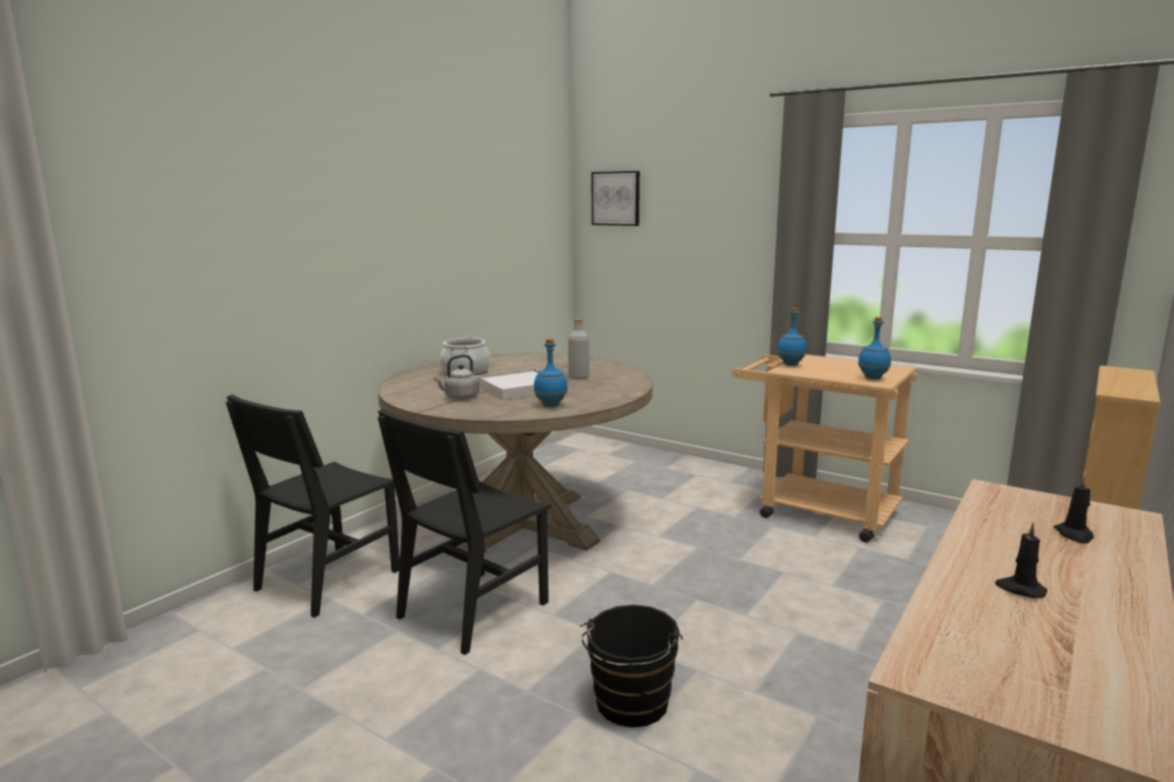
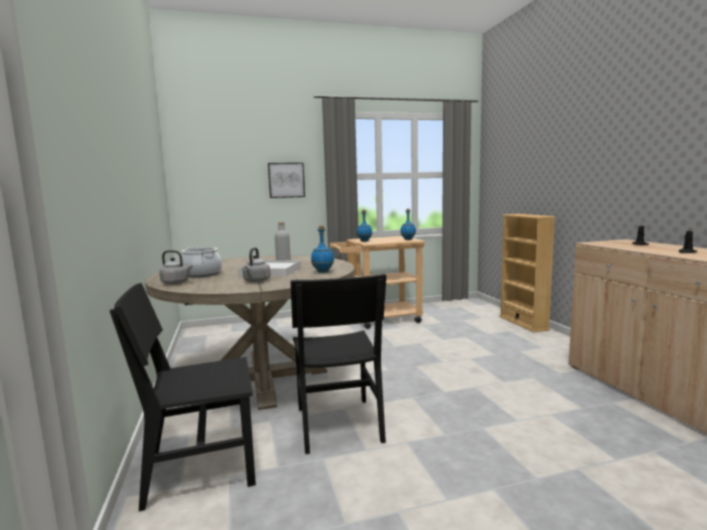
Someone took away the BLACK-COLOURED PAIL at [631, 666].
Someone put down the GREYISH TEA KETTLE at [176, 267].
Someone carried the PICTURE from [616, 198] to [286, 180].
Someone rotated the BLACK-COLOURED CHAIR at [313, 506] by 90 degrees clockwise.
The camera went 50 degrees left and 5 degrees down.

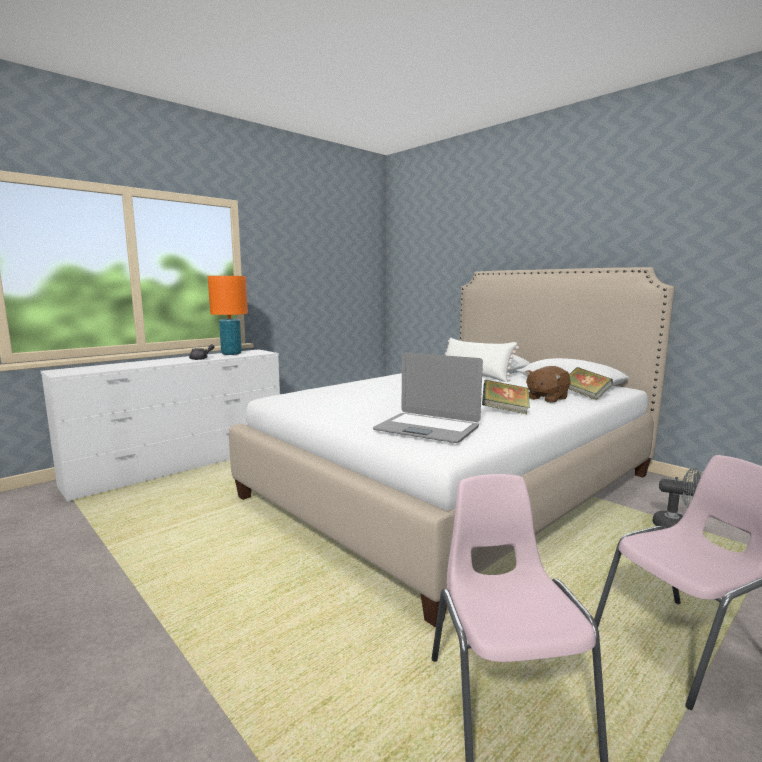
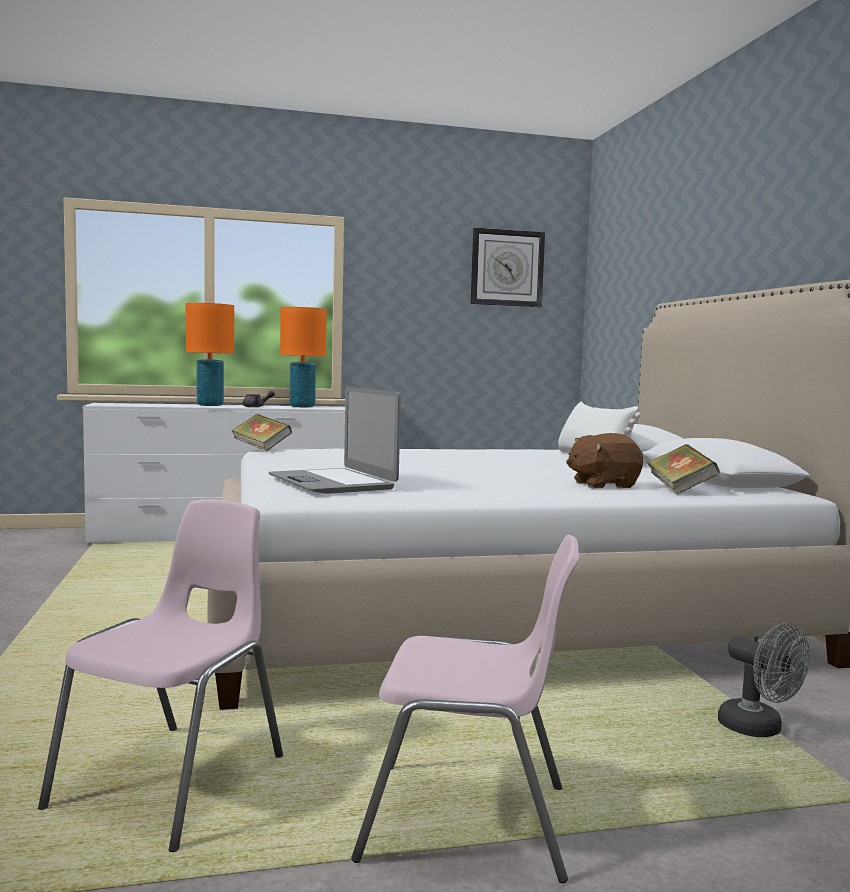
Someone put down the ORANGEY TABLETOP LAMP at [210, 354].
Someone put up the CLOCK ON THE WALL at [508, 267].
Someone carried the BOUND BOOK from [506, 397] to [262, 432].
The camera went 30 degrees right and 5 degrees down.

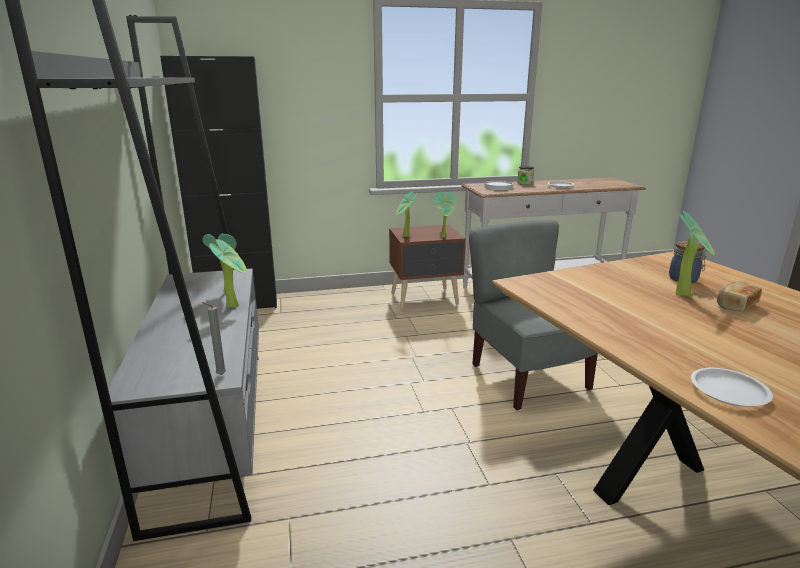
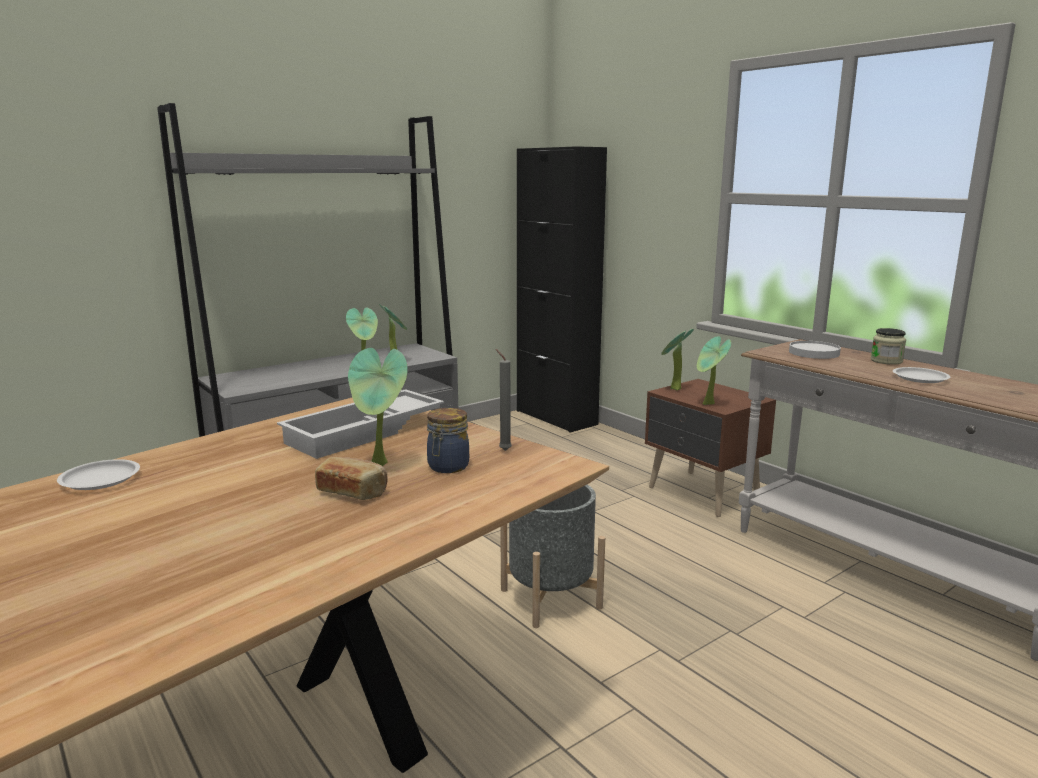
Someone put down the WHITE-COLOURED SERVING TRAY at [360, 424].
Someone carried the GREYISH WAX LIGHT from [214, 338] to [504, 400].
Someone swapped the GREYISH CHAIR at [533, 315] for the GREYISH PLANT POT at [552, 556].
The camera went 65 degrees right and 5 degrees down.

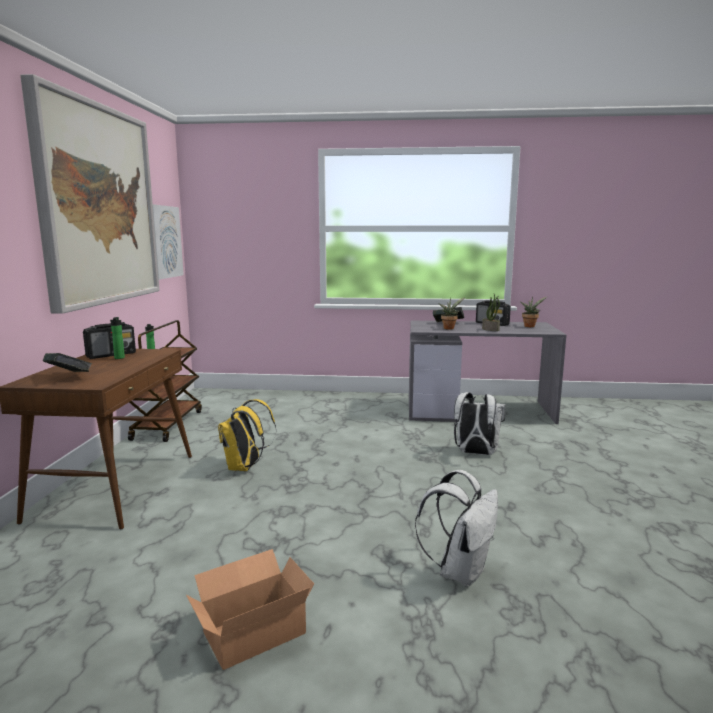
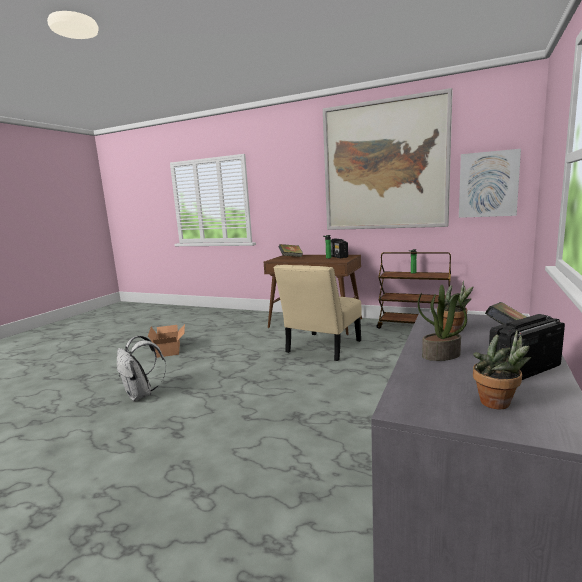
Someone took away the WHITE-COLOURED KNAPSACK at [480, 423].
Someone swapped the YELLOWISH KNAPSACK at [247, 435] for the BEIGE-COLOURED CHAIR at [317, 313].
The camera went 110 degrees right and 0 degrees up.

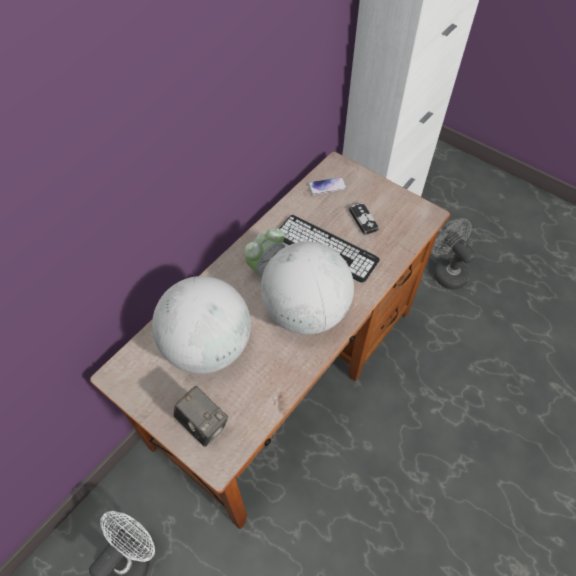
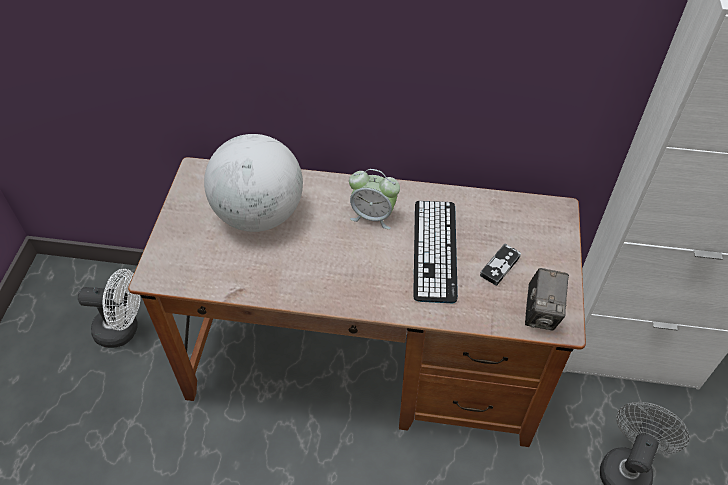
Someone took away the GLOBE at [307, 288].
Someone took away the TELEPHONE at [327, 186].
Someone carried the PHOTO CAMERA from [200, 416] to [547, 299].
The camera went 60 degrees right and 5 degrees down.

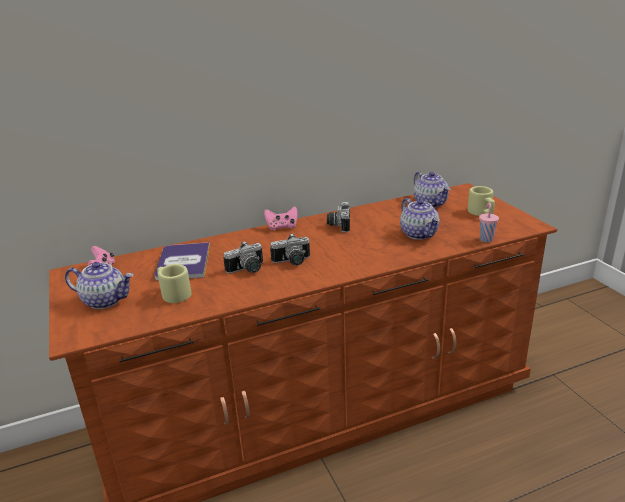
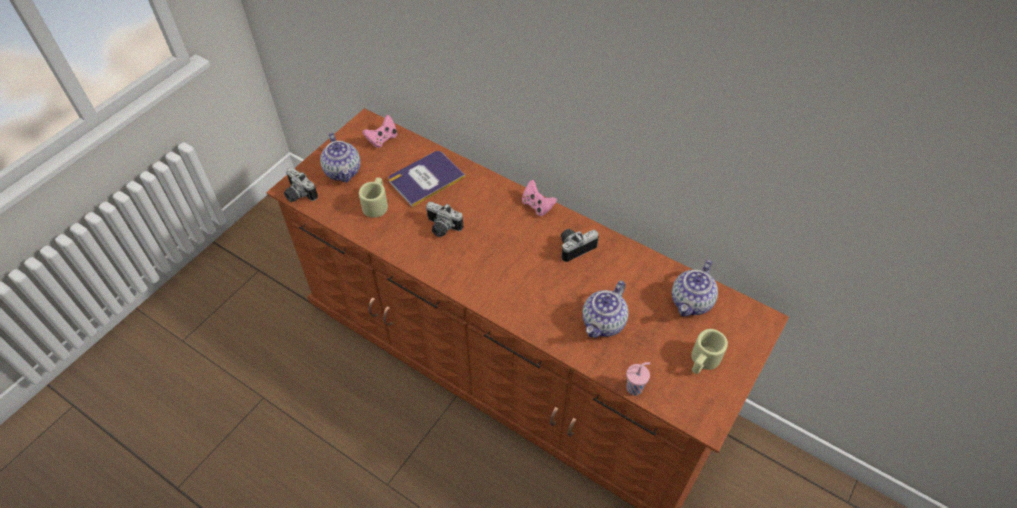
Someone carried the PHOTO CAMERA from [290, 249] to [301, 184].
The camera went 55 degrees right and 25 degrees up.

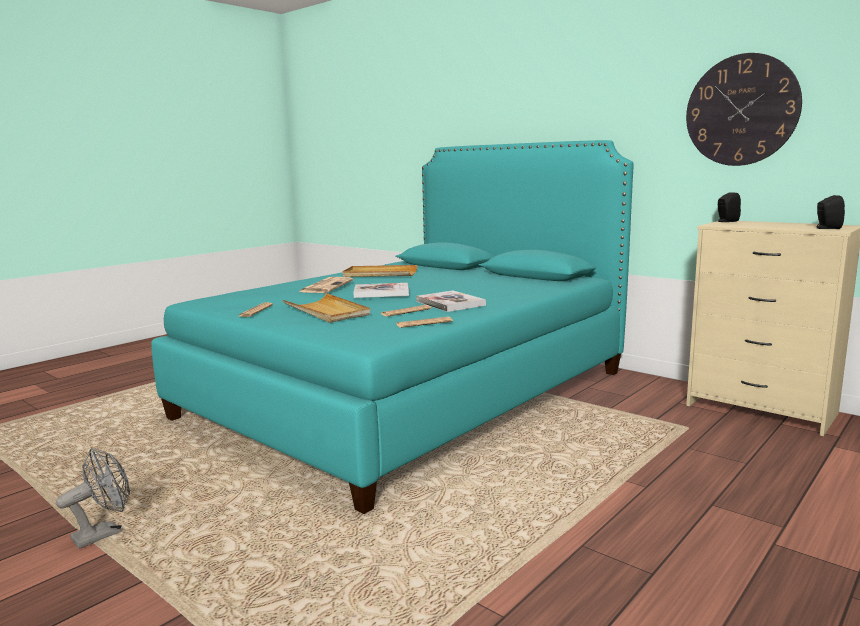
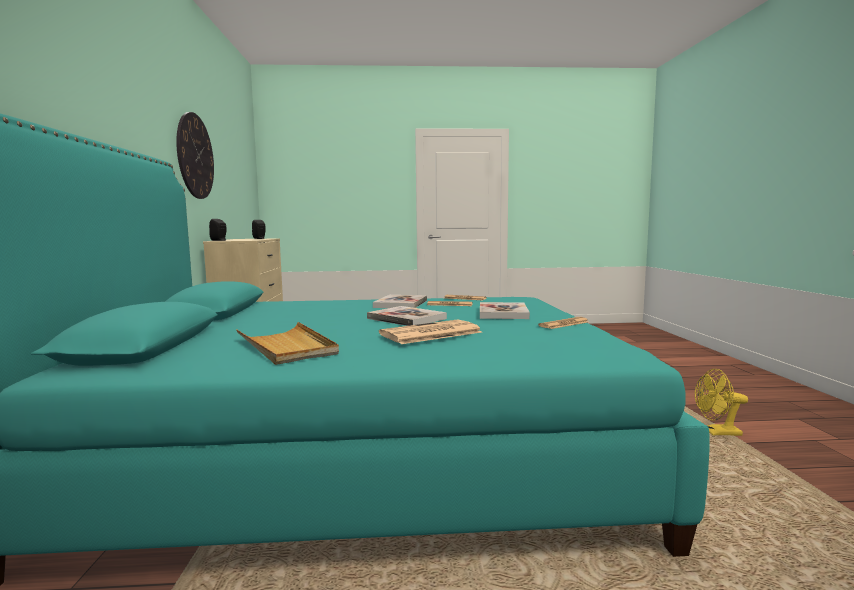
Someone swapped the BEIGE-COLOURED SERVING TRAY at [326, 308] for the BOUND BOOK at [505, 310].
Someone repainted the GREYISH FAN at [93, 498], which became the YELLOWISH FAN at [721, 402].
The camera went 135 degrees left and 5 degrees down.

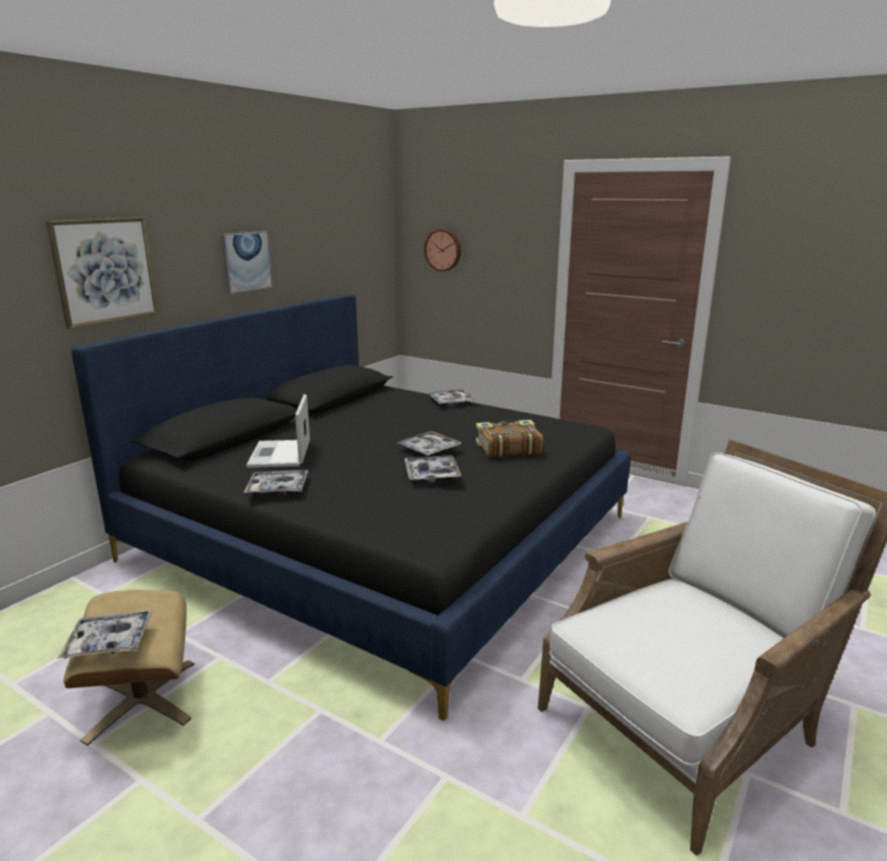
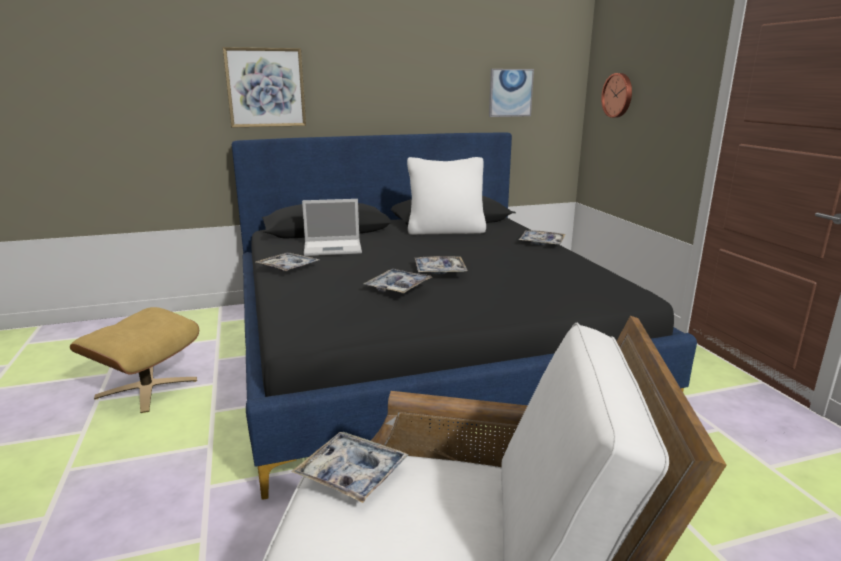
Someone took away the BOUND BOOK at [509, 439].
Someone put down the WHITE-COLOURED PILLOW at [446, 196].
Someone carried the SERVING TRAY from [105, 634] to [349, 467].
Someone carried the PICTURE from [247, 262] to [511, 93].
Someone rotated the NOTEBOOK COMPUTER at [278, 431] by 135 degrees counterclockwise.
The camera went 40 degrees right and 0 degrees up.

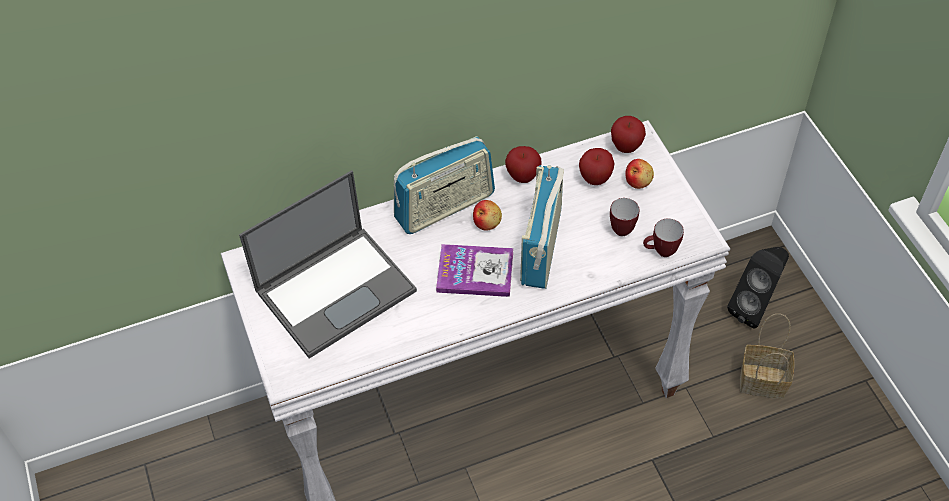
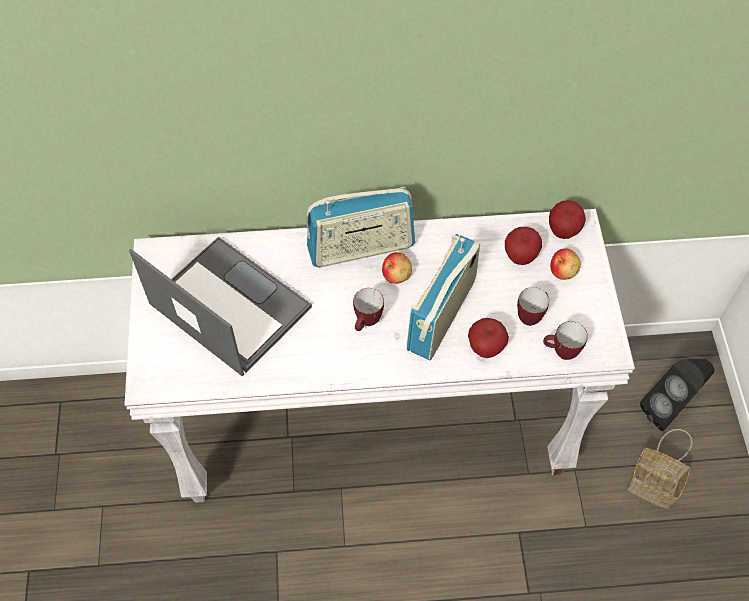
Someone carried the WHOLE APPLE from [523, 164] to [488, 338].
Someone swapped the BOUND BOOK at [474, 270] for the TEA MUG at [368, 309].
Someone rotated the NOTEBOOK COMPUTER at [328, 264] by 120 degrees counterclockwise.
The camera went 15 degrees right and 5 degrees up.

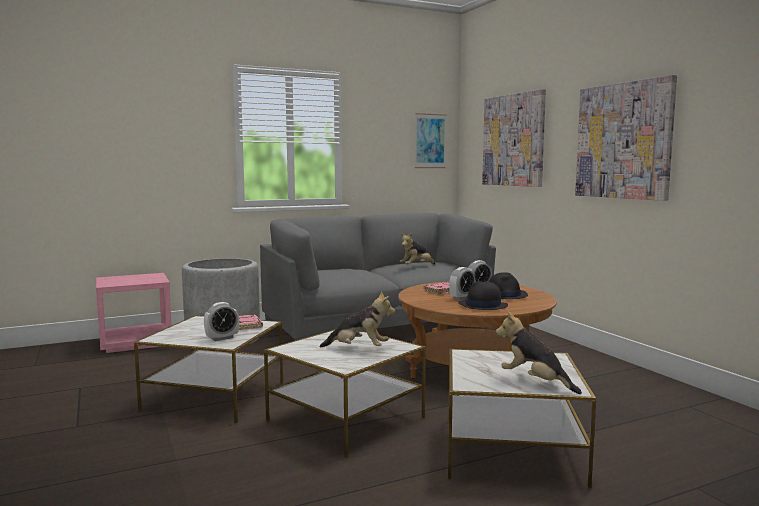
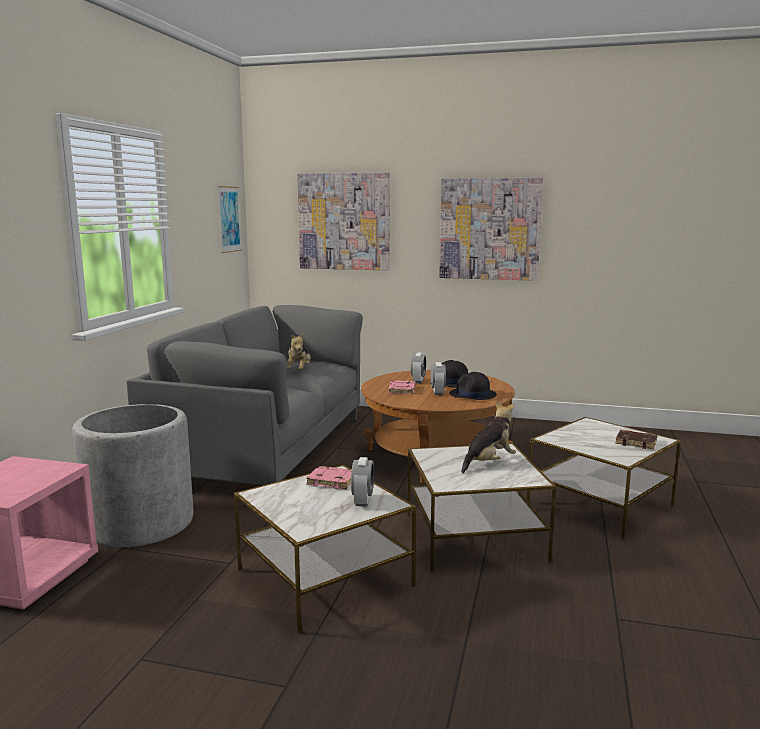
Someone swapped the SOFT TOY at [539, 352] for the BROWNISH BOUND BOOK at [636, 439].
The camera went 50 degrees left and 5 degrees up.

